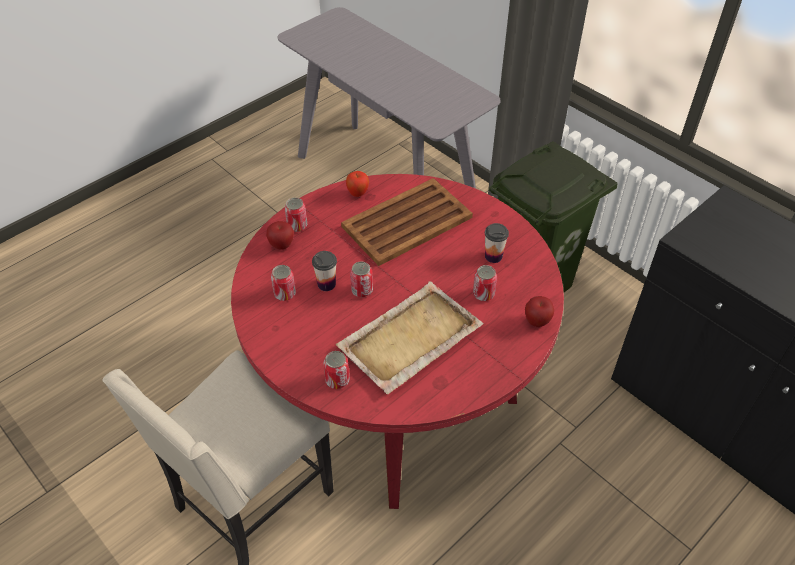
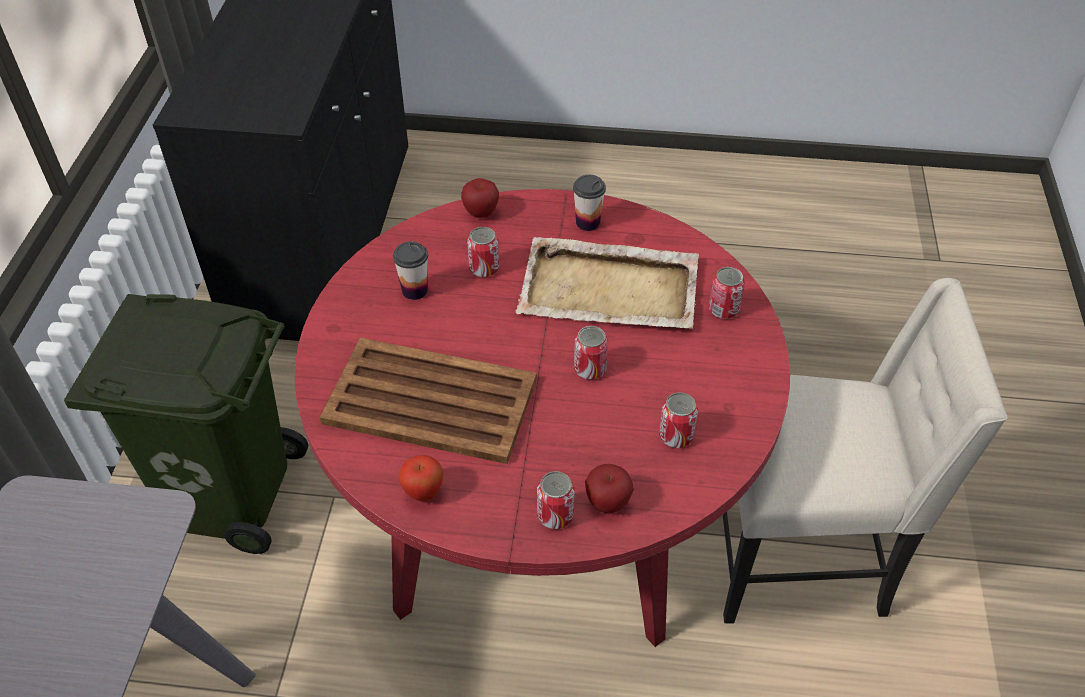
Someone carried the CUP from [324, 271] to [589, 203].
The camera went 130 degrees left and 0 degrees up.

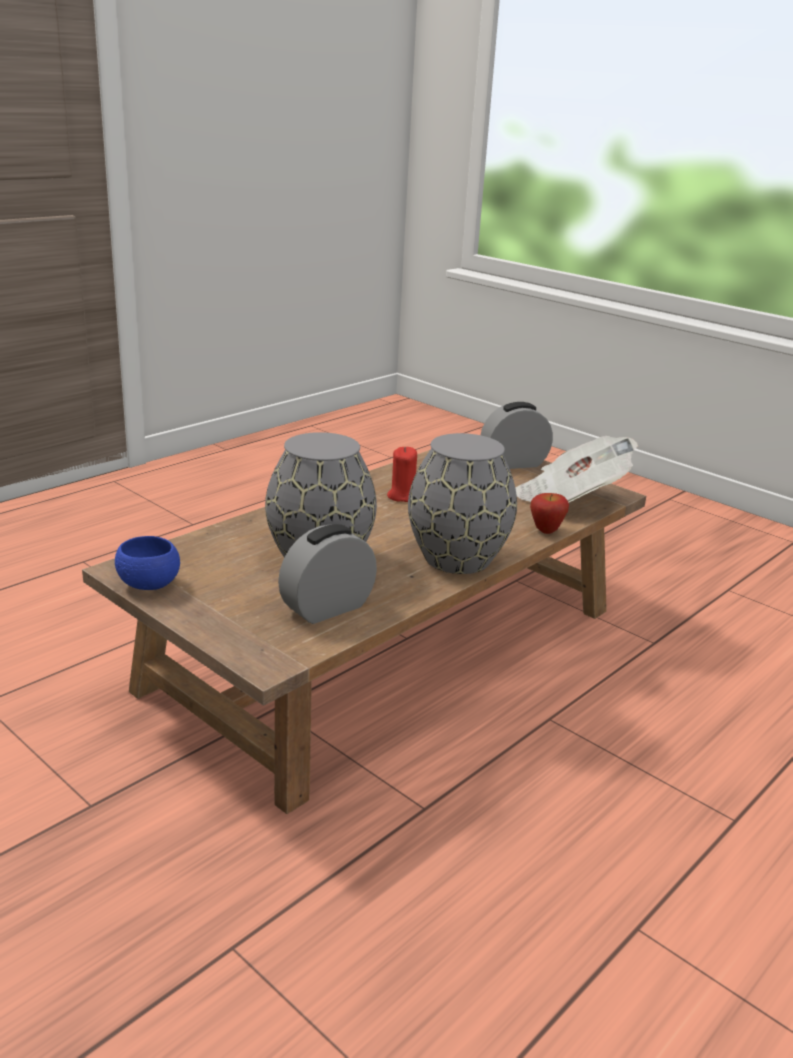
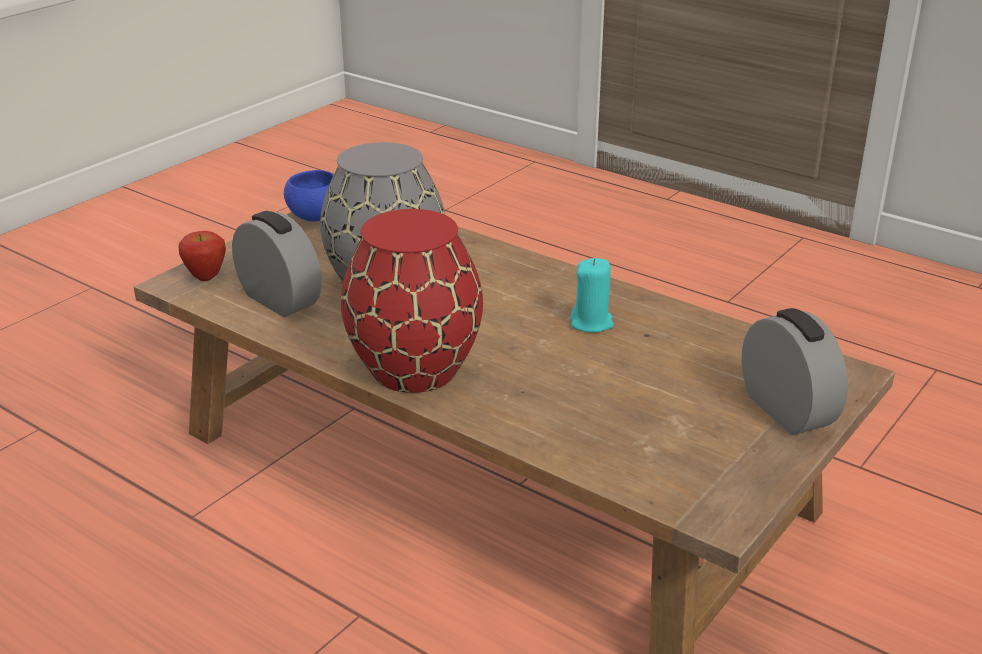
Someone took away the DAILY PAPER at [577, 469].
Someone carried the WHOLE APPLE from [549, 513] to [202, 256].
Someone repainted the RED-COLOURED WAX LIGHT at [402, 474], which became the TURQUOISE-COLOURED WAX LIGHT at [592, 295].
Someone repainted the GREYISH FLOWER VASE at [462, 503], which became the RED-COLOURED FLOWER VASE at [412, 301].
The camera went 85 degrees right and 5 degrees up.

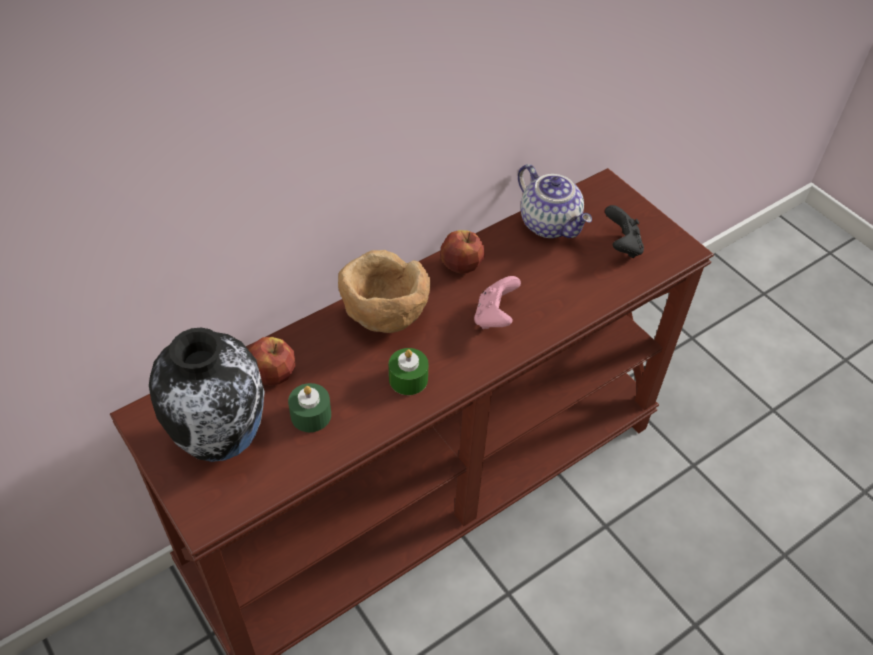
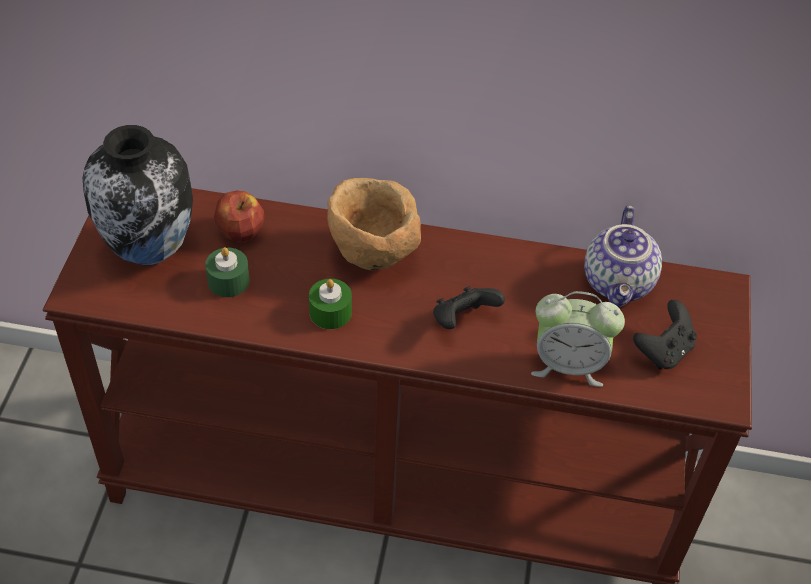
Someone took away the WHOLE APPLE at [463, 252].
Someone put down the ALARM CLOCK at [578, 339].
Someone repainted the PINK-COLOURED GAME CONTROLLER at [497, 302], which became the BLACK-COLOURED GAME CONTROLLER at [469, 307].
The camera went 45 degrees right and 0 degrees up.

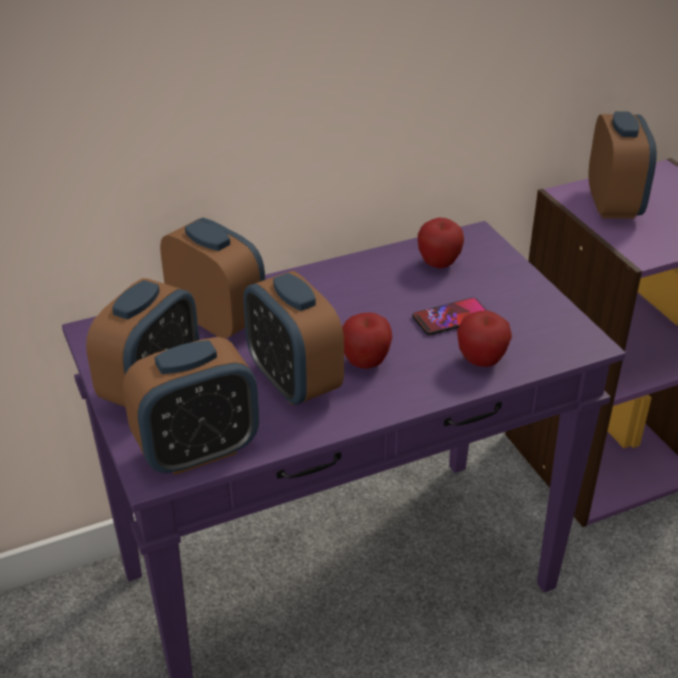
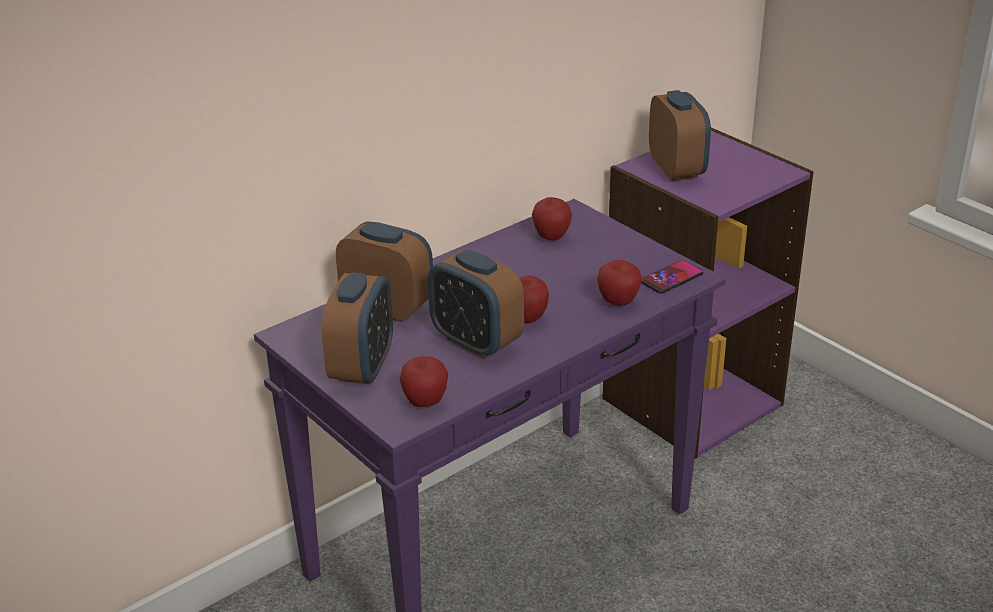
Someone carried the TELEPHONE from [449, 316] to [672, 277].
Someone swapped the ALARM CLOCK at [191, 406] for the WHOLE APPLE at [424, 381].
The camera went 15 degrees left and 5 degrees down.

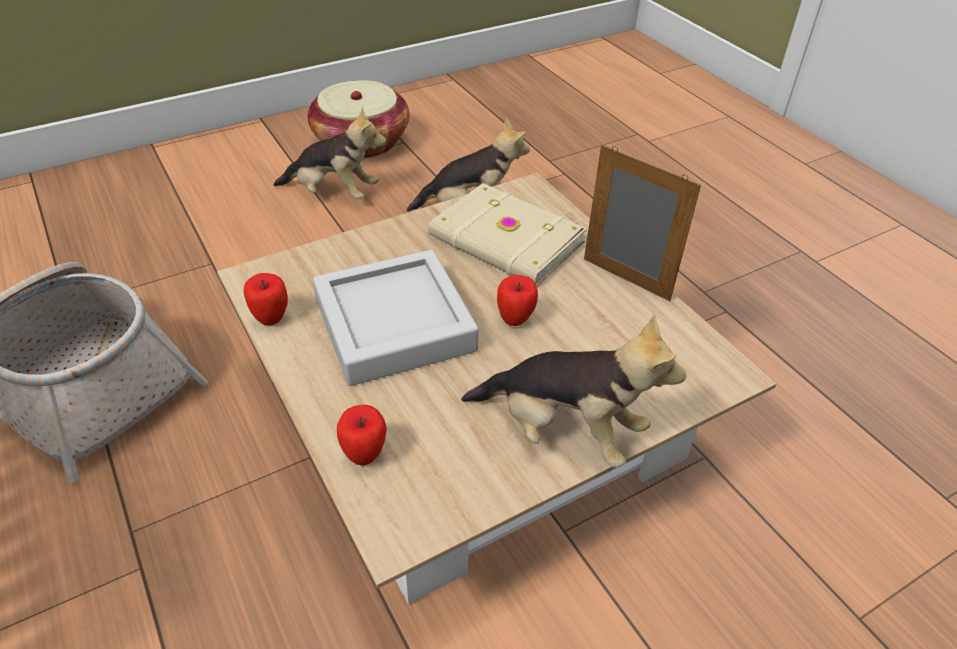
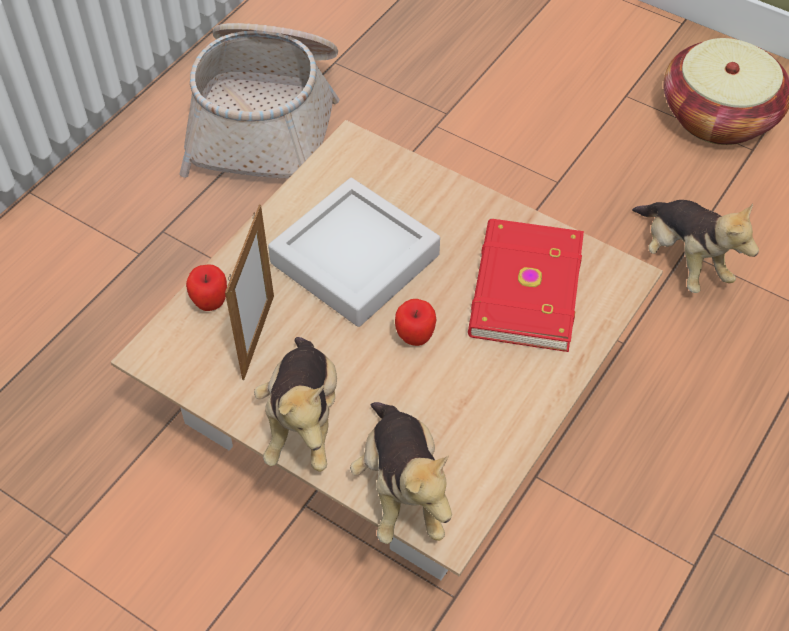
Someone took away the WHOLE APPLE at [266, 299].
Someone carried the SOFT TOY from [330, 153] to [401, 473].
Someone carried the PHOTO FRAME from [642, 223] to [249, 292].
Someone repainted the BEIGE-COLOURED BOUND BOOK at [507, 235], which became the RED-COLOURED BOUND BOOK at [526, 285].
The camera went 65 degrees right and 10 degrees up.

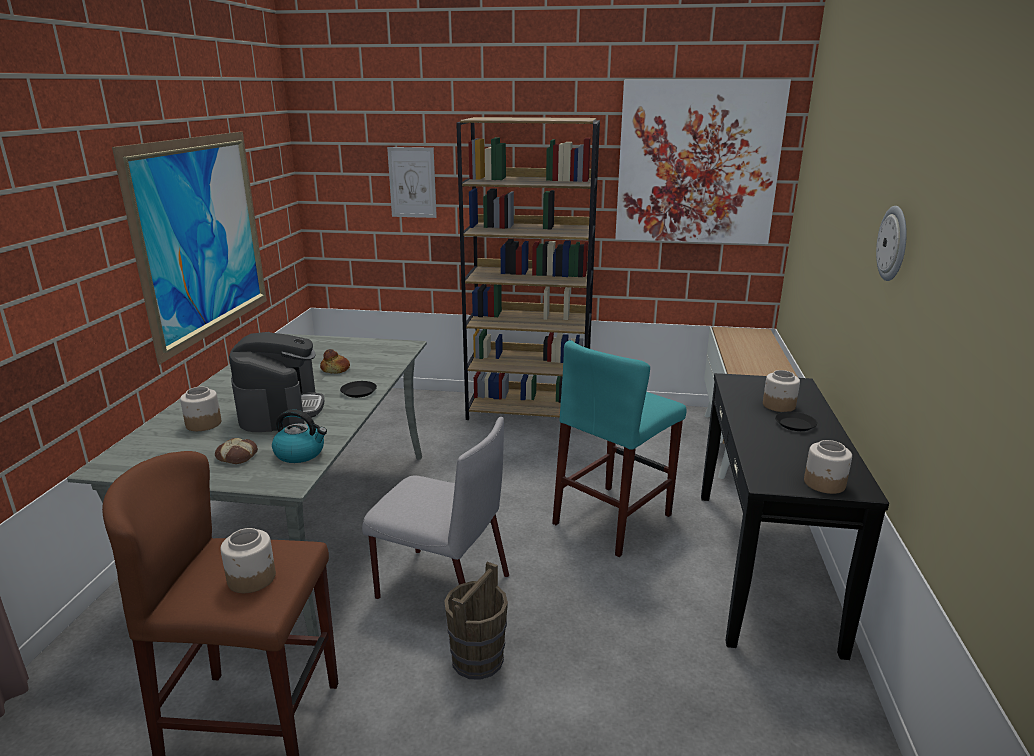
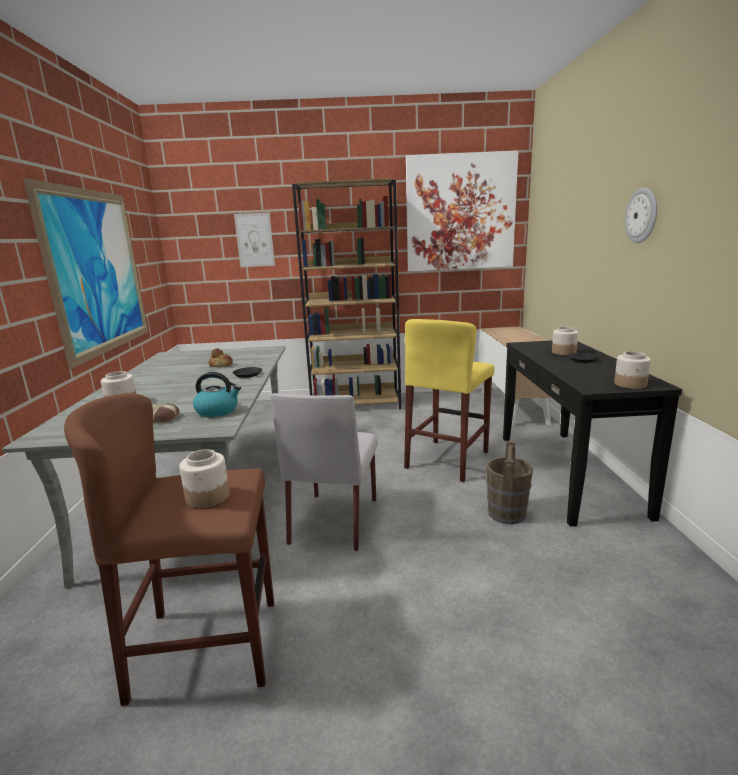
Someone took away the COFFEE MAKER at [276, 382].
Someone carried the BROWNISH PAIL from [476, 621] to [509, 482].
Someone repainted the TURQUOISE-COLOURED SITTING STOOL at [619, 448], which became the YELLOWISH SITTING STOOL at [449, 400].
Someone rotated the GREYISH CHAIR at [435, 508] by 90 degrees clockwise.
The camera went 10 degrees left and 5 degrees down.

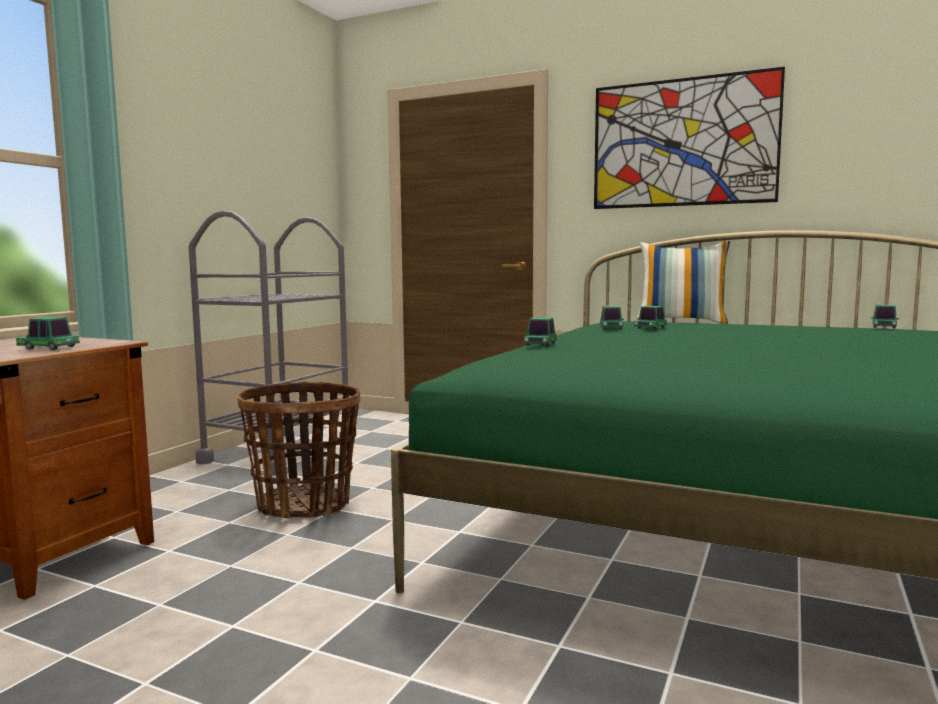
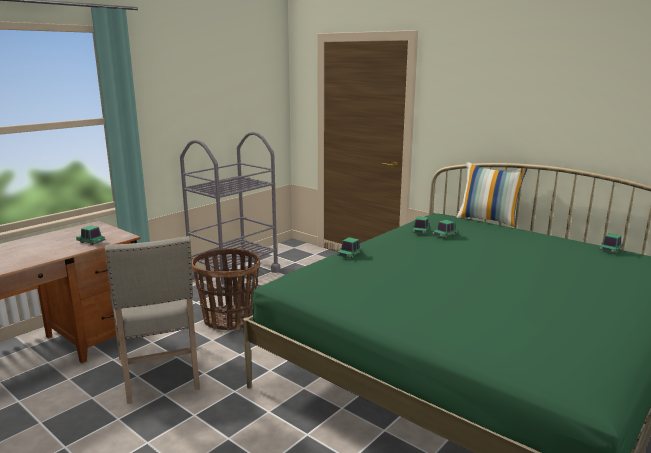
Someone took away the PICTURE at [689, 138].
Someone put down the BEIGE-COLOURED CHAIR at [152, 320].
The camera went 15 degrees right and 10 degrees up.

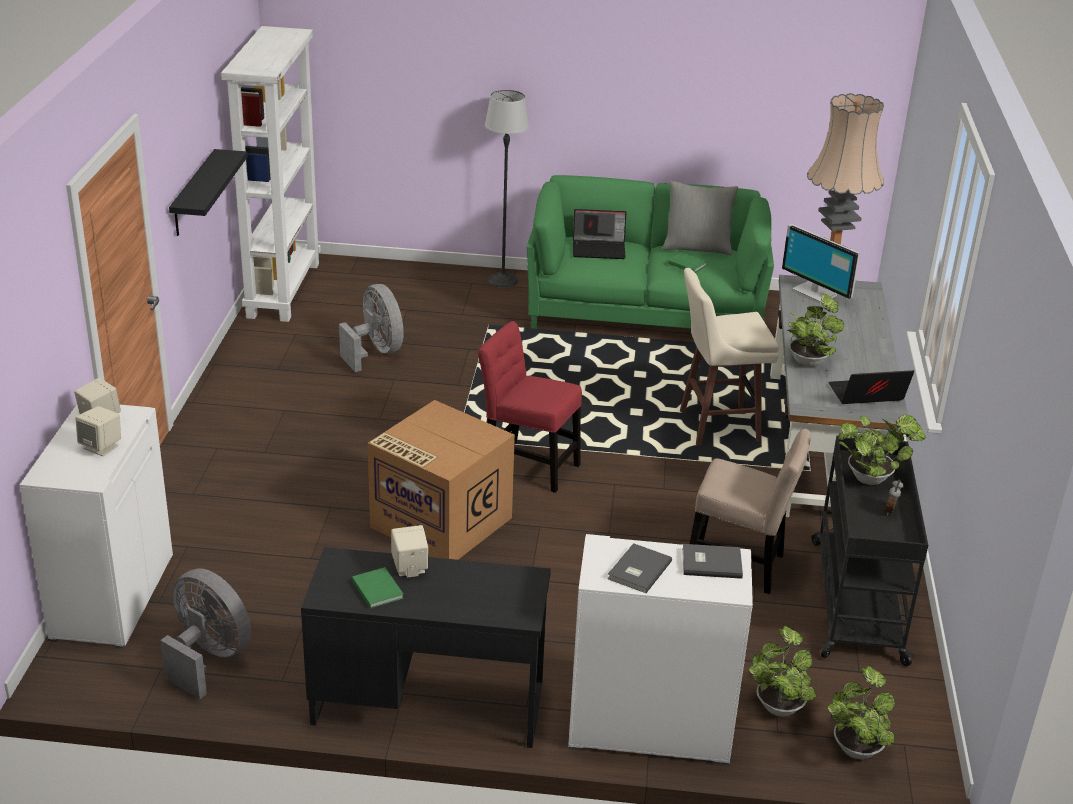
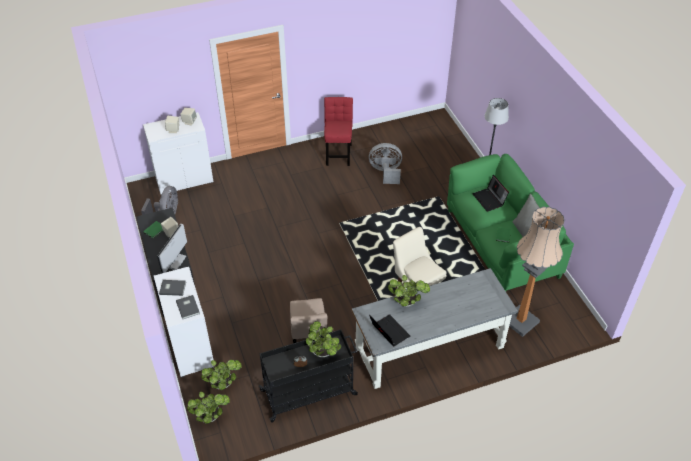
Someone took away the BLACK-COLOURED SHELF at [208, 192].
Someone took away the WHITE-COLOURED BOOKSHELF at [271, 174].
Someone took away the CARTON at [441, 480].
Someone carried the RED-COLOURED CHAIR from [530, 407] to [338, 131].
Someone carried the MONITOR from [821, 264] to [172, 248].
Someone rotated the GREYISH FAN at [371, 328] by 120 degrees counterclockwise.
The camera went 65 degrees right and 15 degrees up.

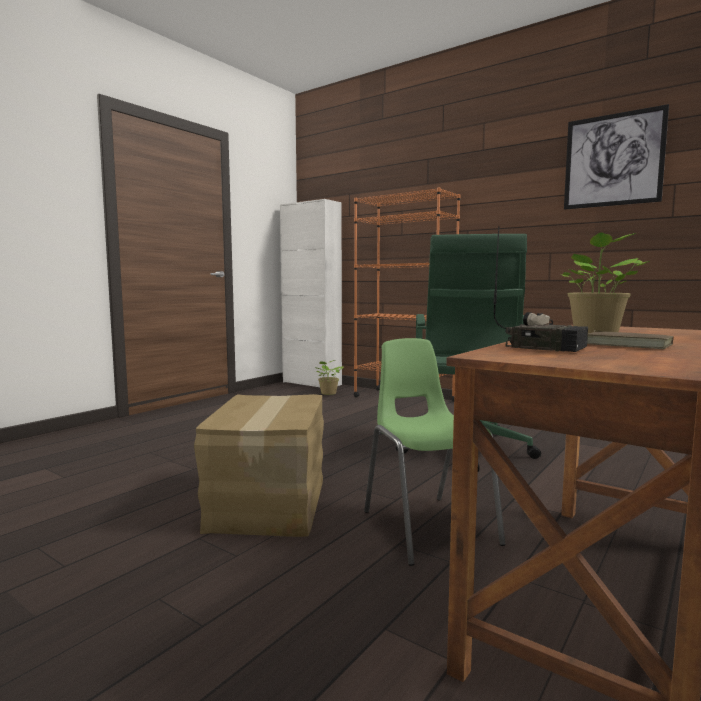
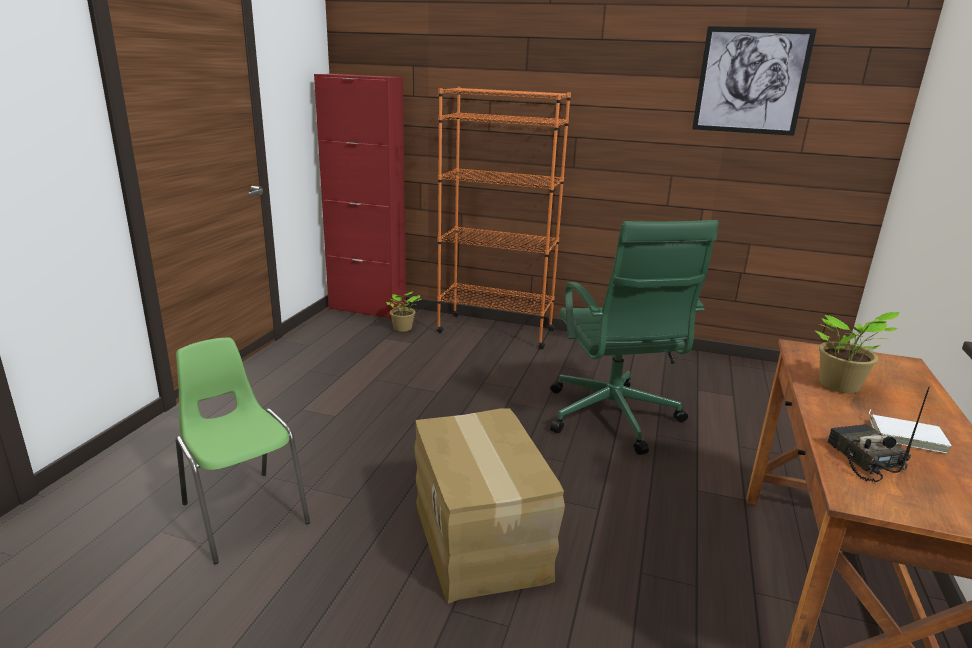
Someone carried the GREEN-COLOURED CHAIR from [435, 452] to [243, 451].
Someone repainted the WHITE-COLOURED CABINET at [311, 293], which became the RED-COLOURED CABINET at [360, 196].
Someone repainted the BROWNISH BOUND BOOK at [630, 339], which became the WHITE-COLOURED BOUND BOOK at [910, 431].
Someone rotated the RADIO at [540, 289] by 120 degrees counterclockwise.
The camera went 20 degrees left and 15 degrees up.

